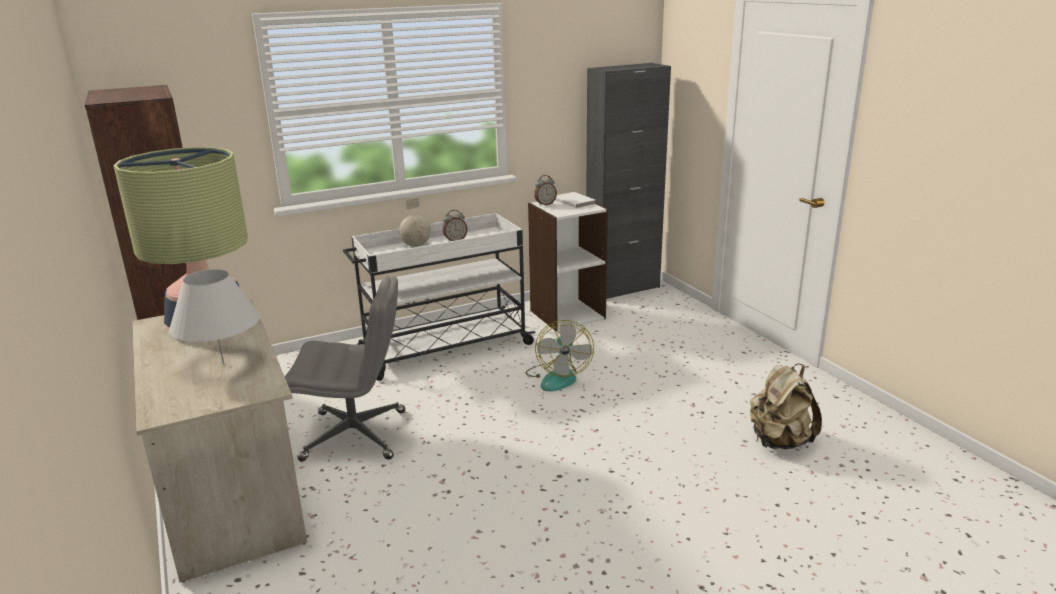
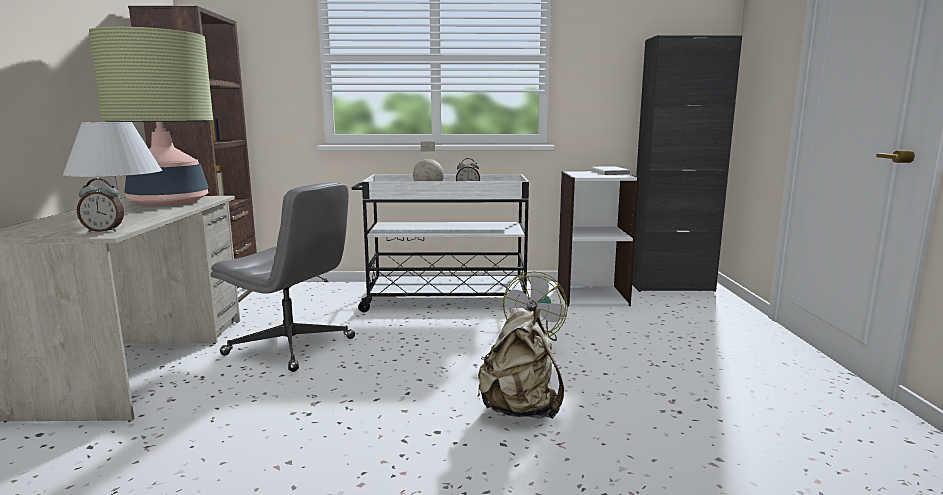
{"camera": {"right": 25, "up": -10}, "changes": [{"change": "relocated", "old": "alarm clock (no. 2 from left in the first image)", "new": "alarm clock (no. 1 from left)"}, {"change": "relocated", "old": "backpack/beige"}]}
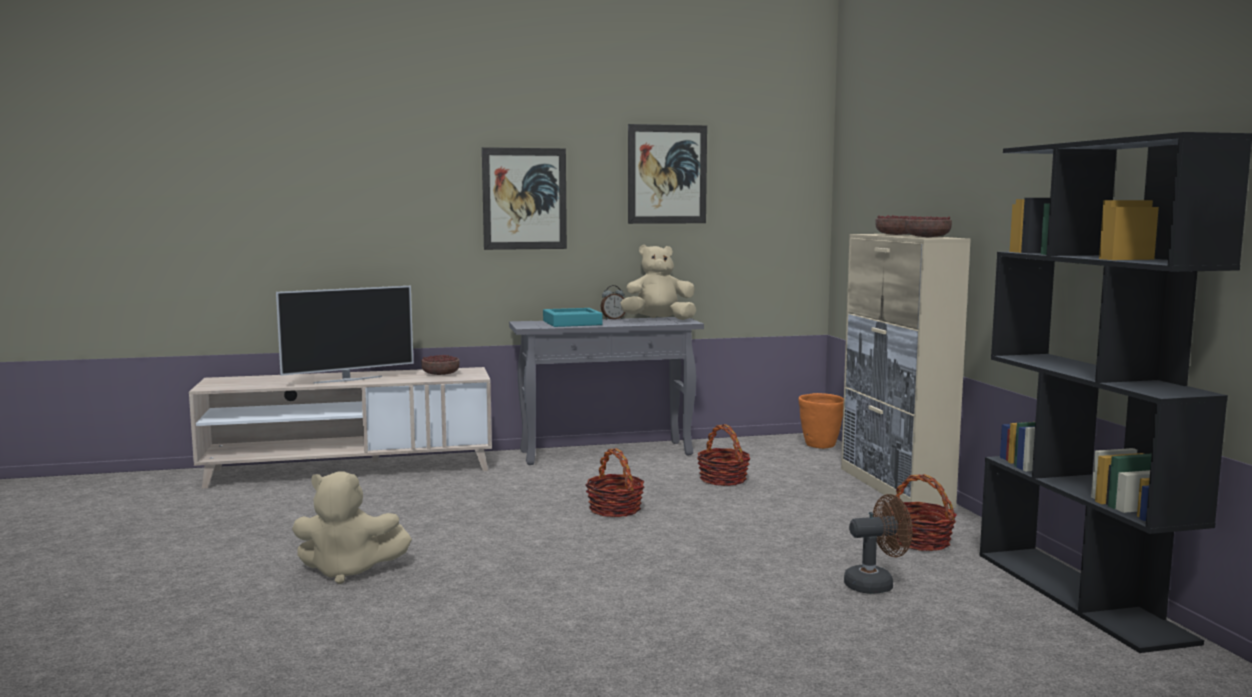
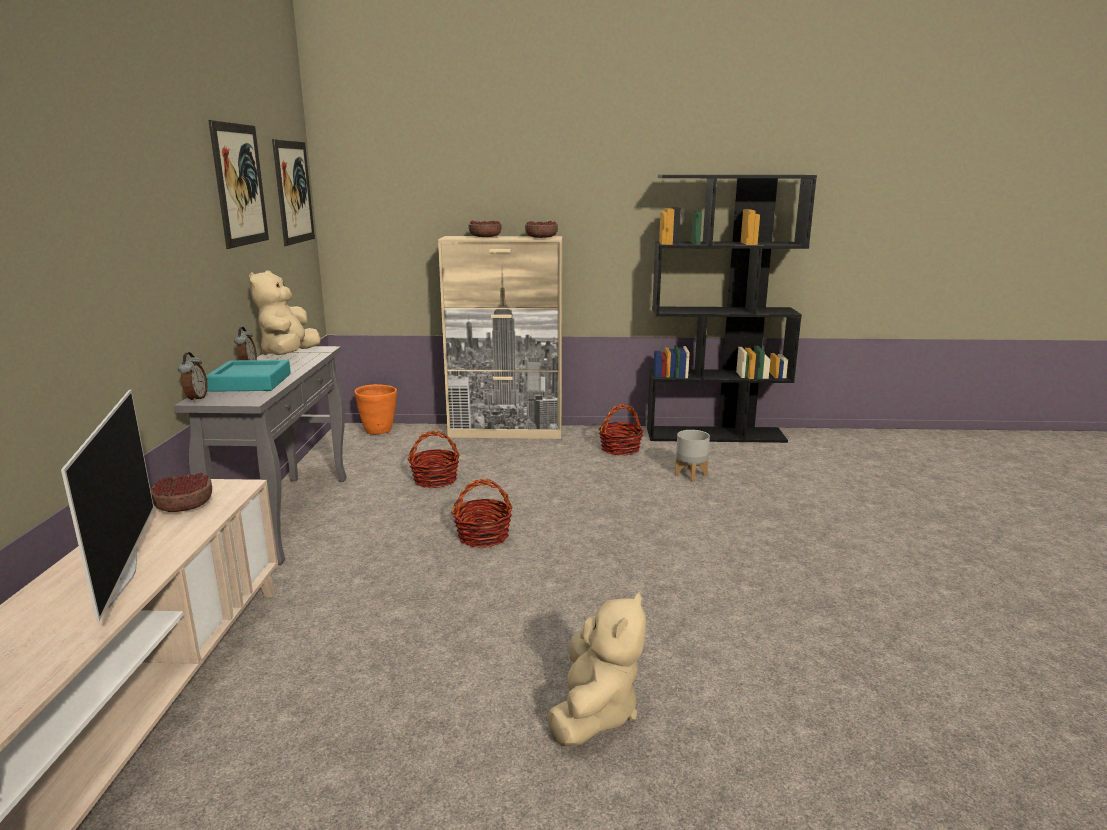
{"camera": {"right": -75, "up": 10}, "changes": [{"change": "relocated", "old": "picture (no. 1 from left in the first image)", "new": "picture (no. 2 from left)"}, {"change": "exchanged", "old": "fan/brown", "new": "planter/grey"}, {"change": "appeared", "new": "alarm clock (no. 1 from left)"}]}
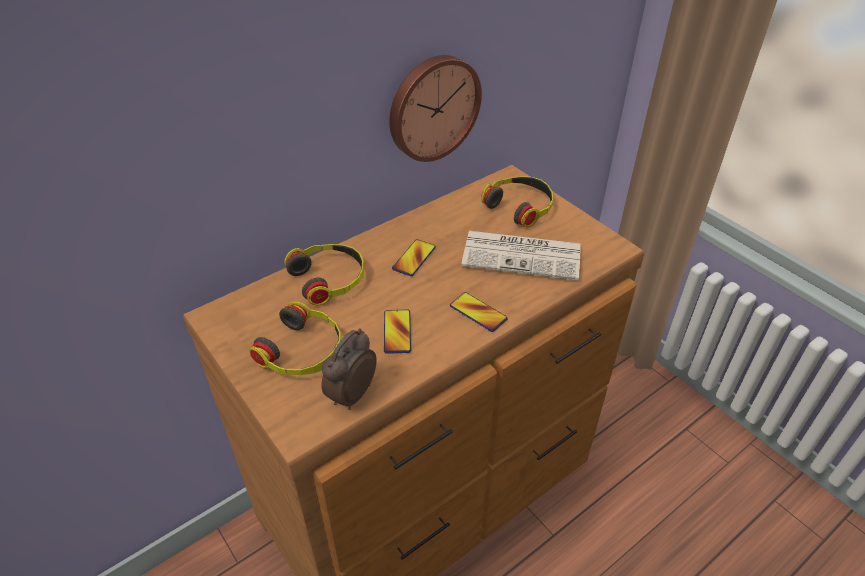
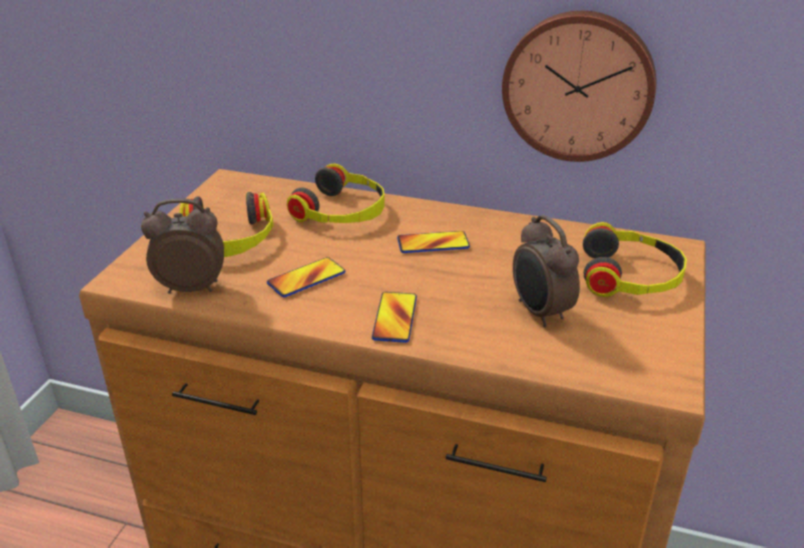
{"camera": {"right": 55, "up": -10}, "changes": [{"change": "exchanged", "old": "newspaper", "new": "alarm clock (no. 2 from left)"}]}
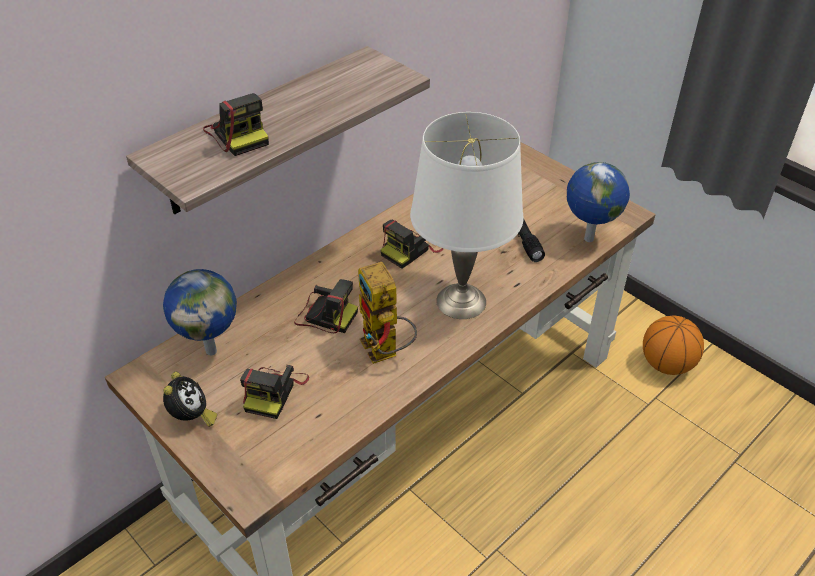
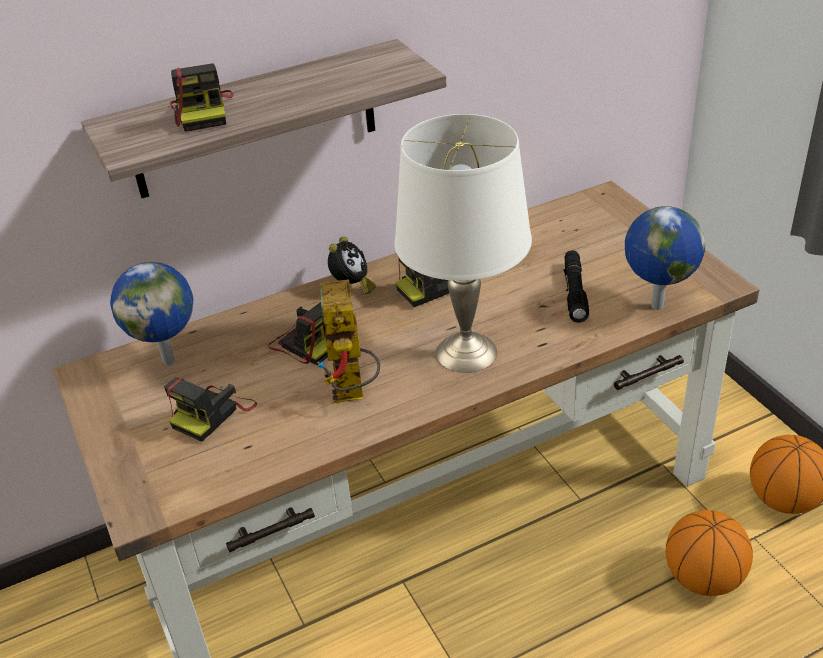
{"camera": {"right": 20, "up": -5}, "changes": [{"change": "relocated", "old": "alarm clock"}, {"change": "appeared", "new": "basketball (no. 1 from left)"}]}
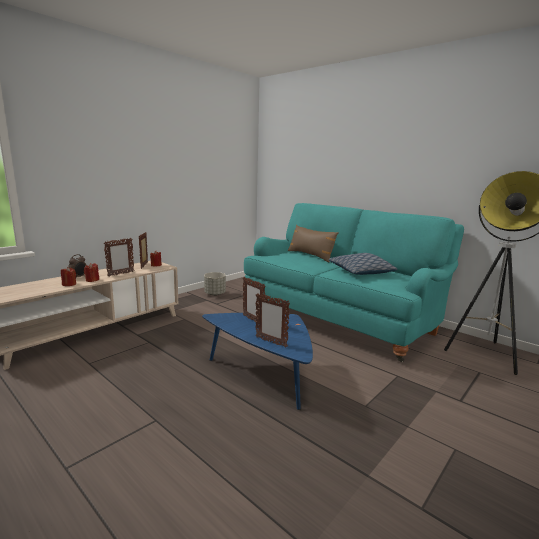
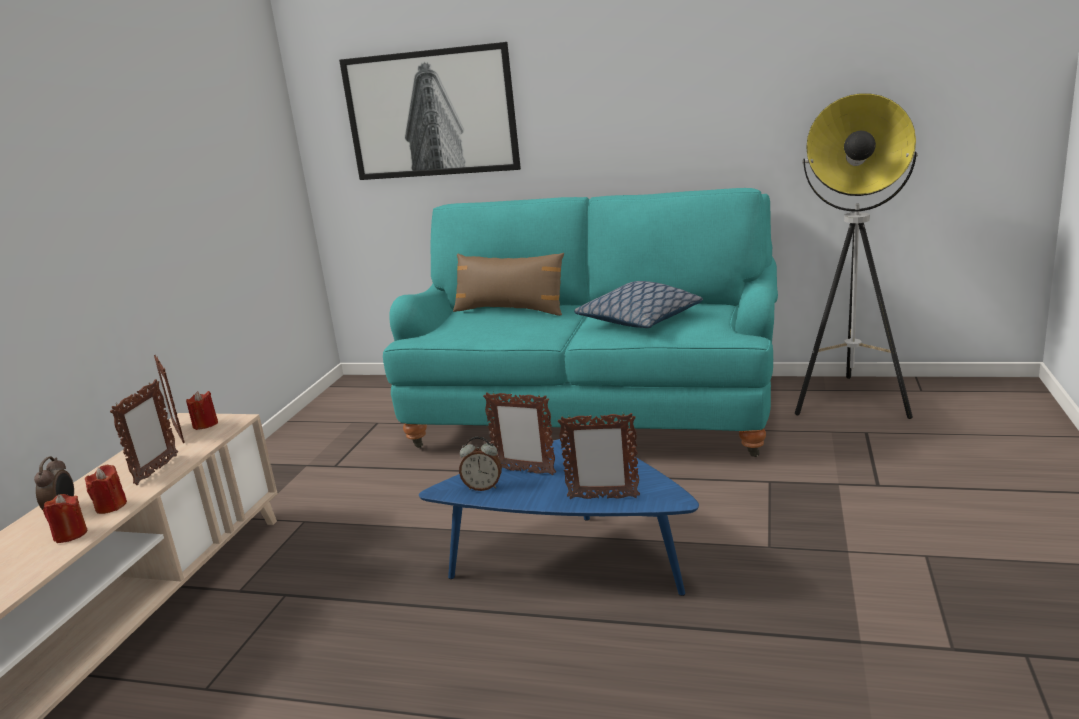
{"camera": {"right": -25, "up": 5}, "changes": [{"change": "missing", "old": "planter/grey"}, {"change": "appeared", "new": "picture"}, {"change": "appeared", "new": "alarm clock (no. 2 from left)"}]}
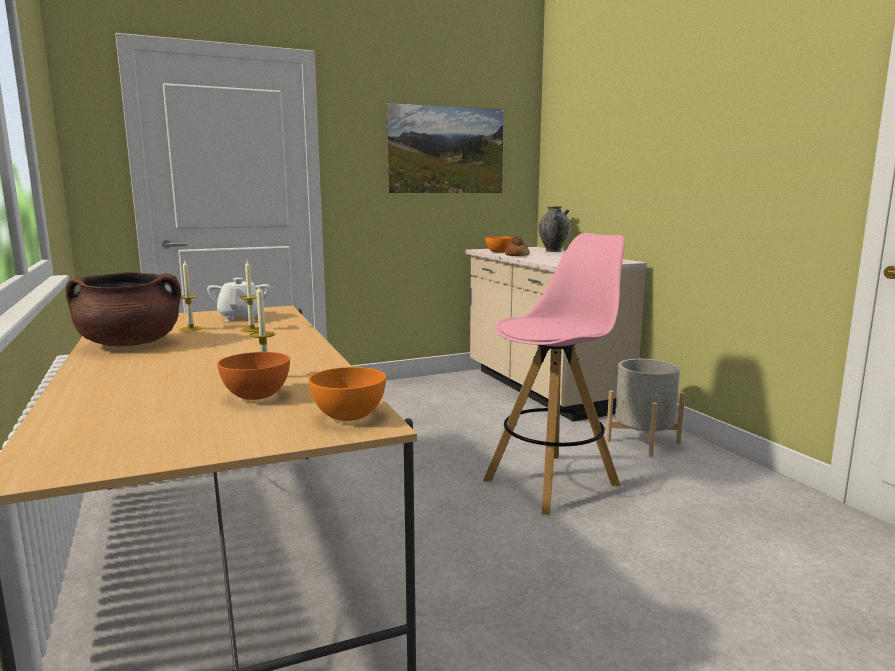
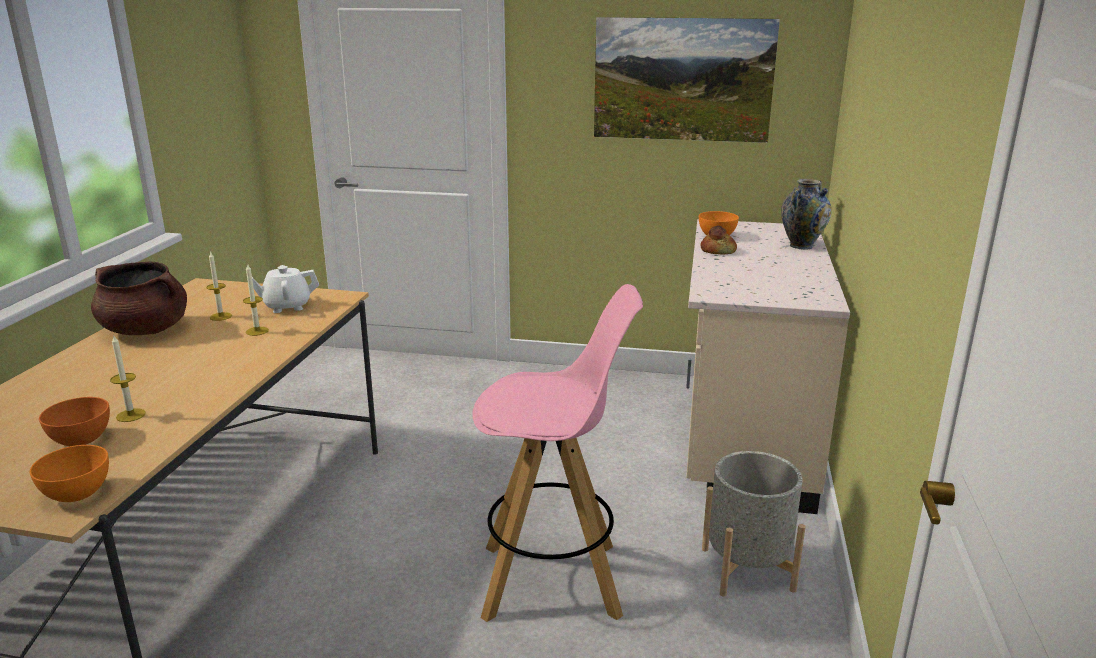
{"camera": {"right": 35, "up": 10}, "changes": [{"change": "spun", "old": "teapot/white", "degrees": -135}]}
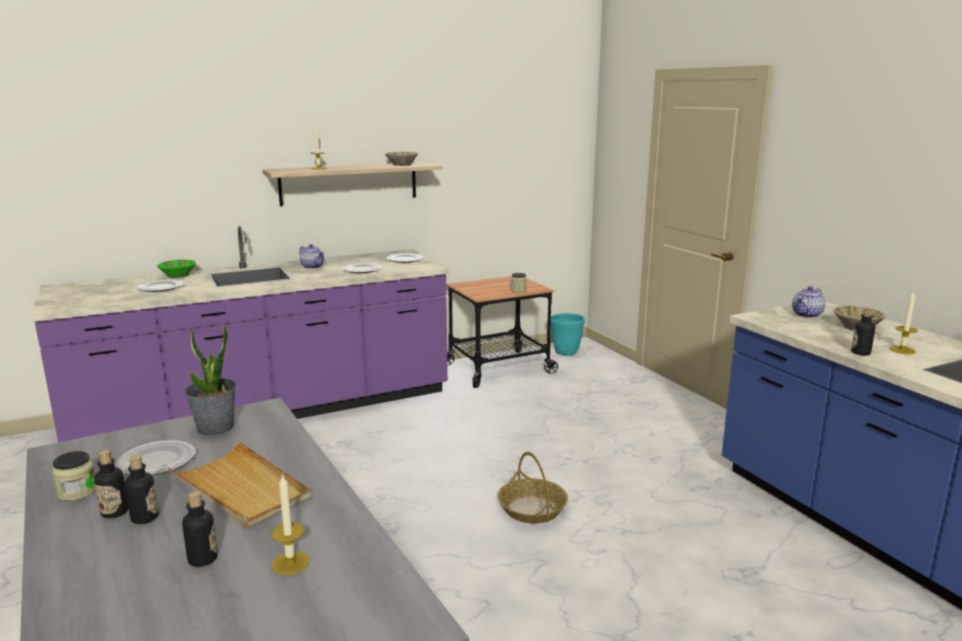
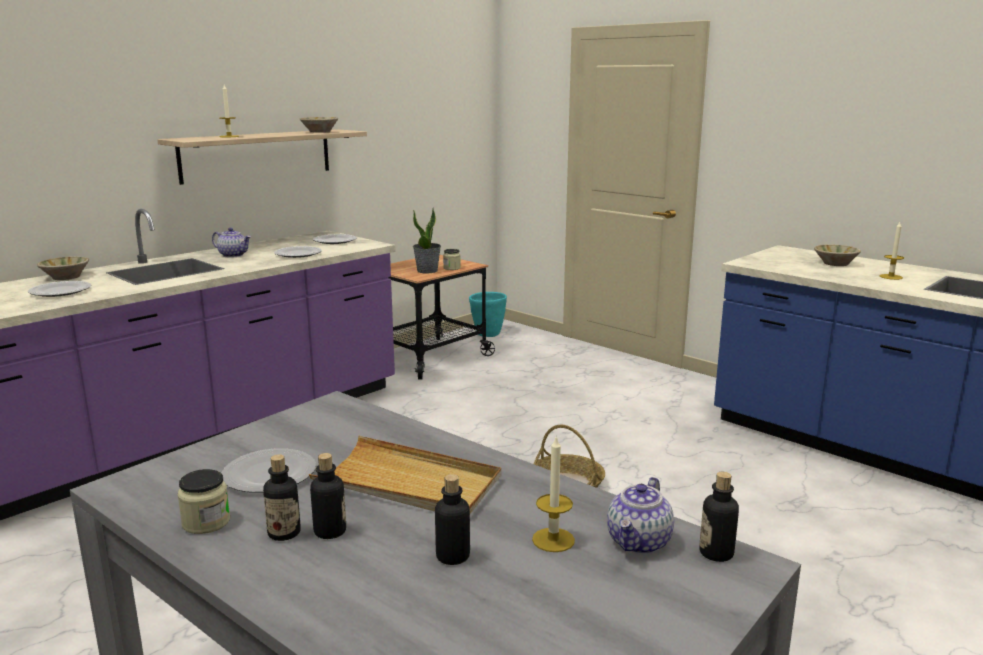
{"camera": {"right": -20, "up": 0}, "changes": [{"change": "colour", "old": "bowl/green", "new": "bowl/beige (no. 1 from left)"}, {"change": "relocated", "old": "teapot (no. 2 from left)"}, {"change": "relocated", "old": "bottle (no. 4 from left)"}, {"change": "relocated", "old": "potted plant"}]}
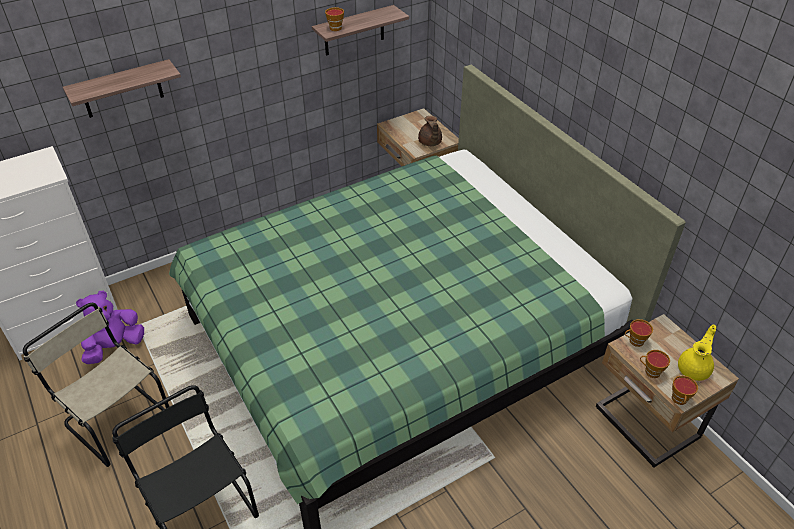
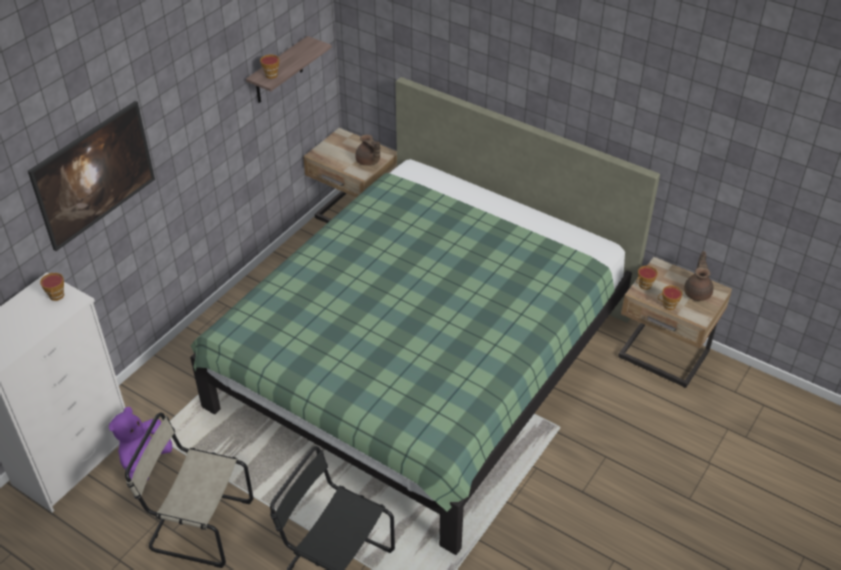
{"camera": {"right": -25, "up": 0}, "changes": [{"change": "exchanged", "old": "shelf (no. 1 from left)", "new": "picture"}, {"change": "colour", "old": "teapot/yellow", "new": "teapot/brown (no. 2 from left)"}, {"change": "relocated", "old": "cup (no. 4 from left in the first image)", "new": "cup (no. 1 from left)"}]}
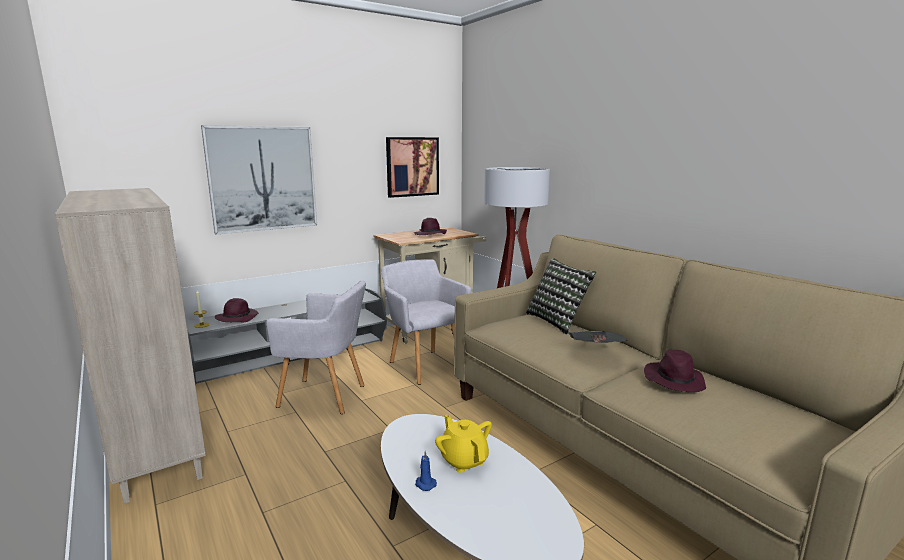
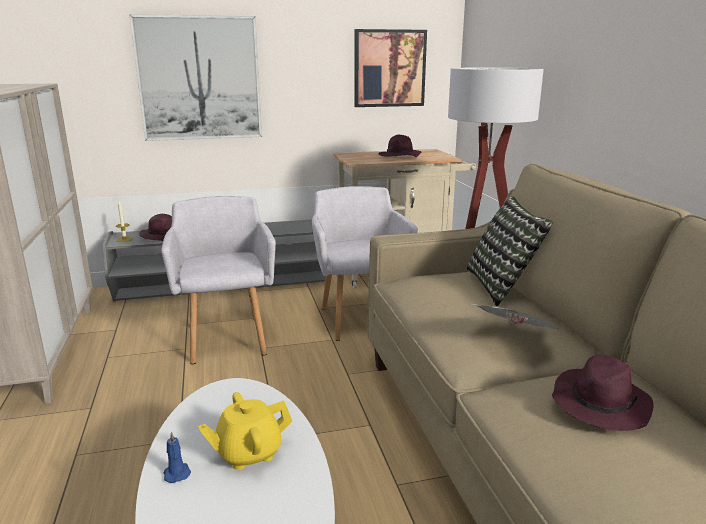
{"camera": {"right": 20, "up": 5}, "changes": [{"change": "spun", "old": "armchair/grey (no. 1 from left)", "degrees": -135}, {"change": "spun", "old": "teapot/yellow", "degrees": -105}]}
